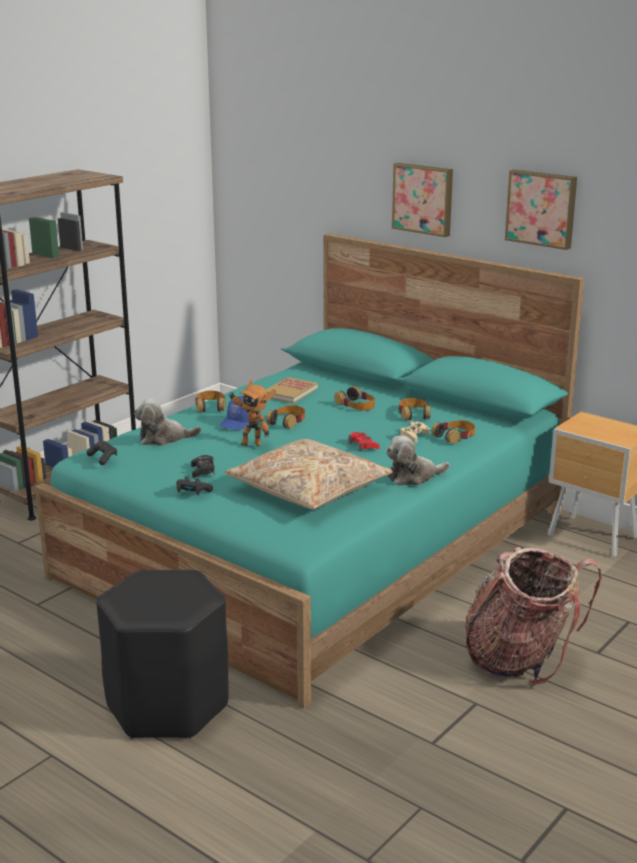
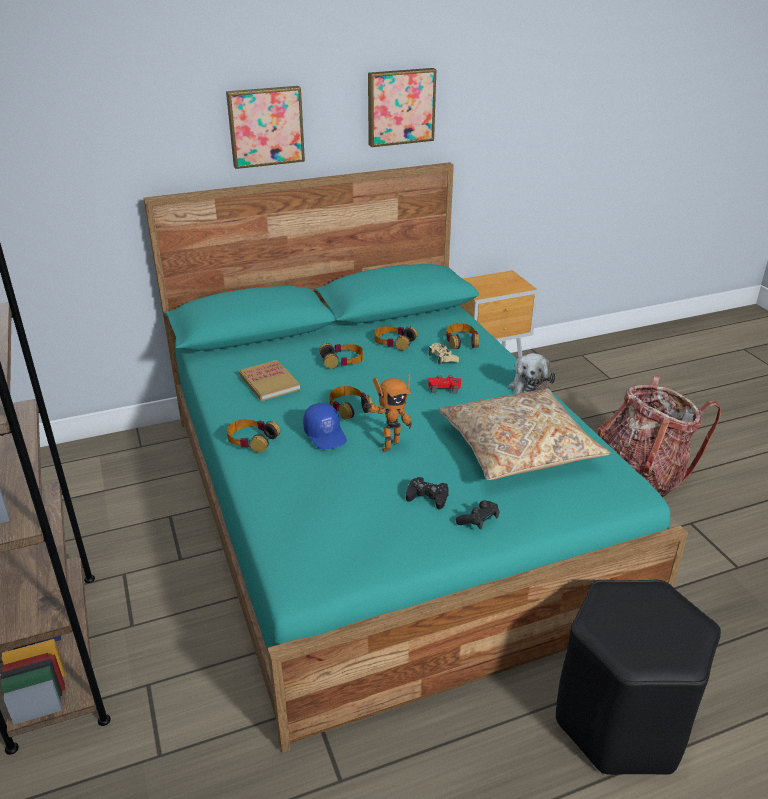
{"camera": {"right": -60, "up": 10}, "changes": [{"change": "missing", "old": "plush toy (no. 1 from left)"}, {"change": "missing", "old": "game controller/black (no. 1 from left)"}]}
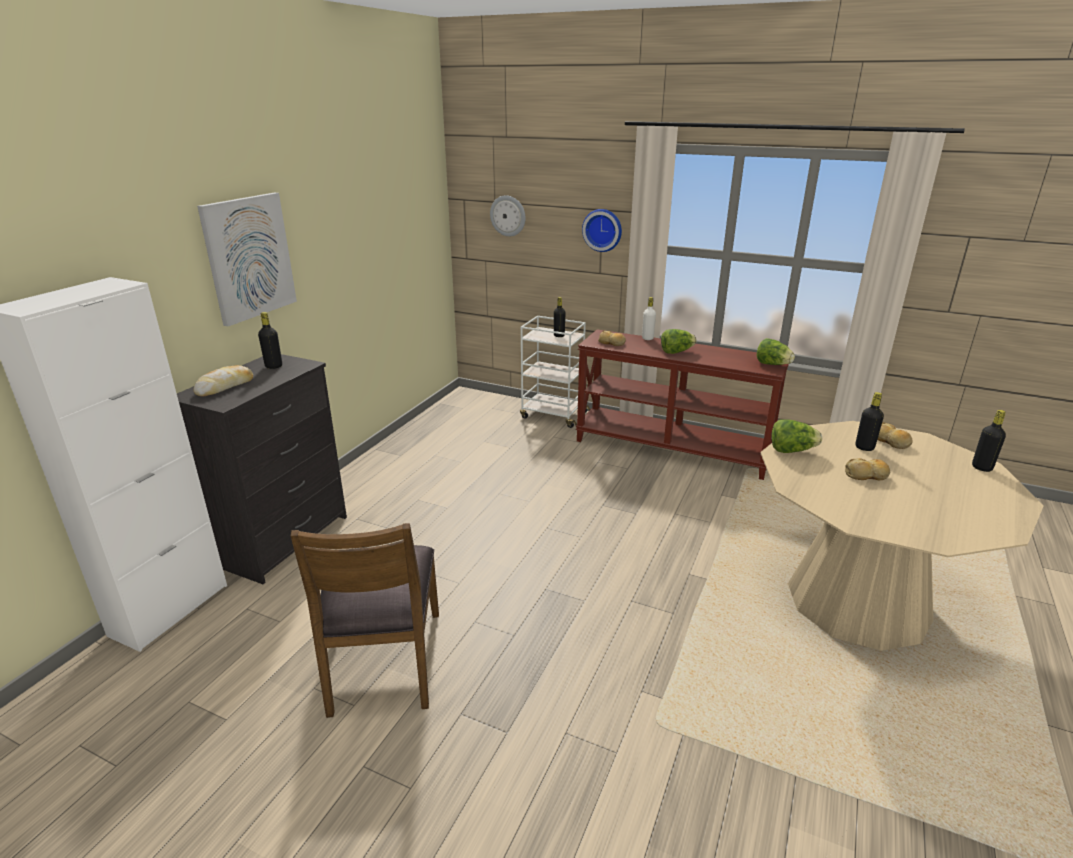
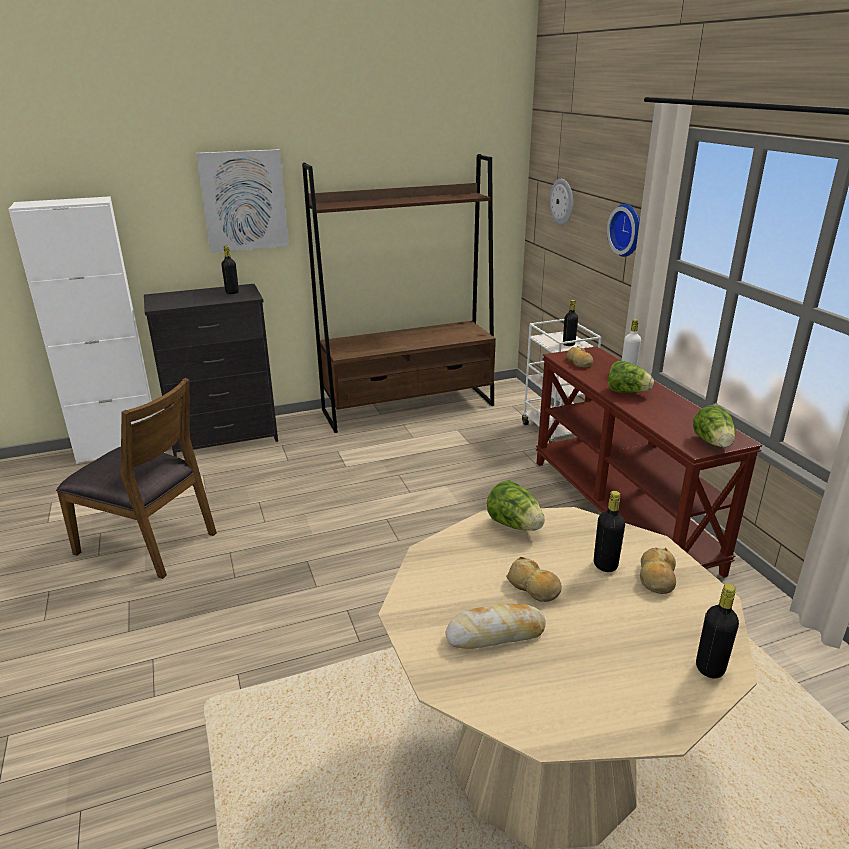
{"camera": {"right": 45, "up": 0}, "changes": [{"change": "relocated", "old": "bread (no. 1 from left)"}, {"change": "spun", "old": "chair/brown", "degrees": -105}, {"change": "appeared", "new": "bookcase/brown"}]}
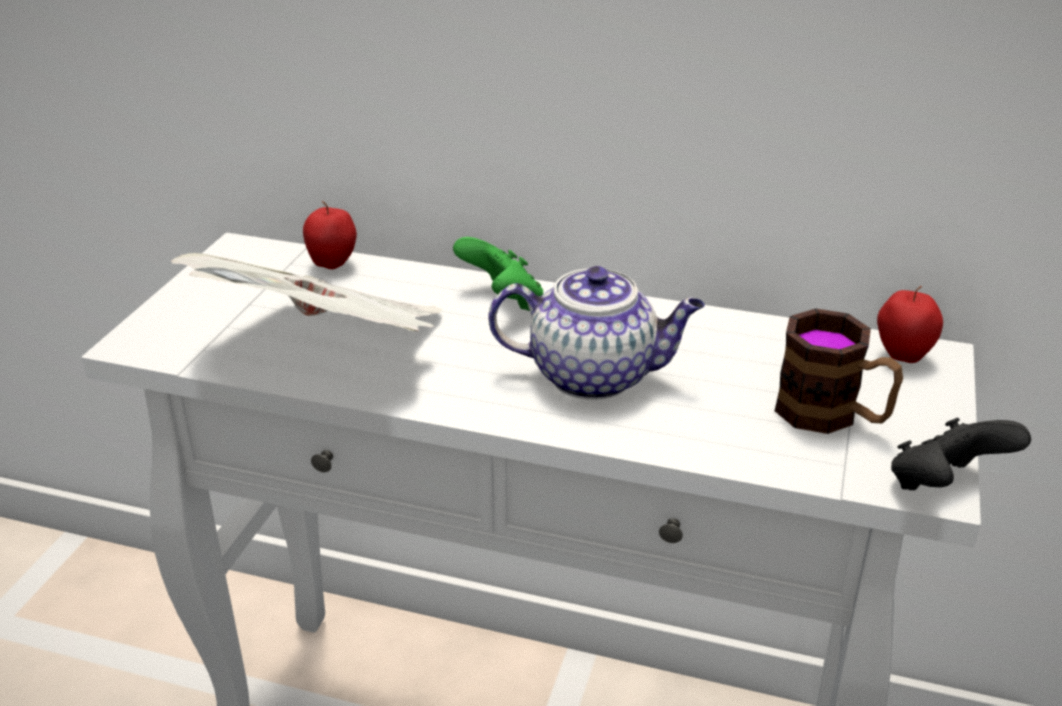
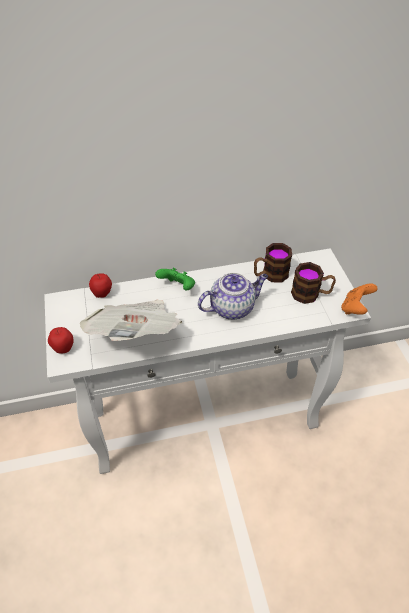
{"camera": {"right": -30, "up": 15}, "changes": [{"change": "relocated", "old": "apple (no. 2 from left in the first image)", "new": "apple (no. 1 from left)"}, {"change": "colour", "old": "game controller/black", "new": "game controller/orange"}, {"change": "appeared", "new": "mug (no. 1 from left)"}]}
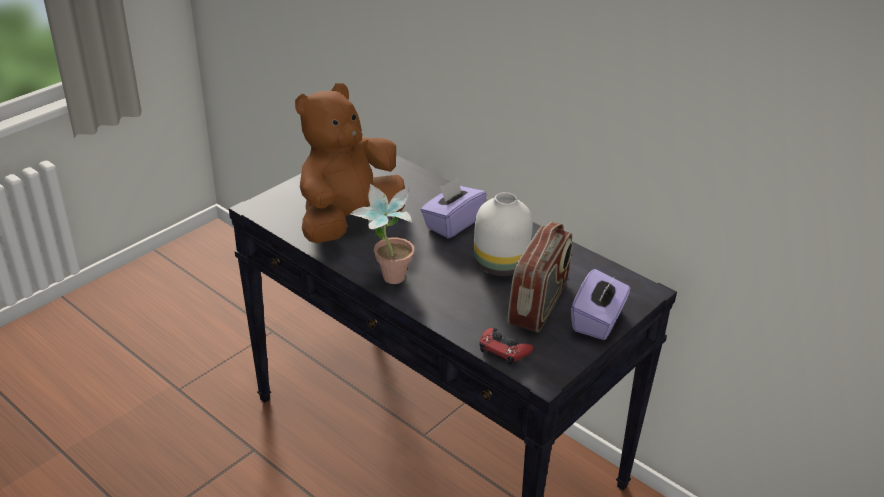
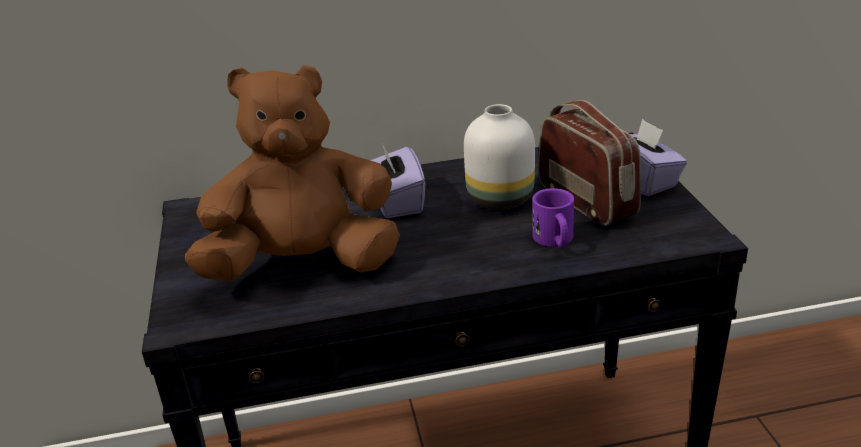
{"camera": {"right": -50, "up": -5}, "changes": [{"change": "spun", "old": "plush toy/brown", "degrees": 90}, {"change": "missing", "old": "potted plant"}, {"change": "missing", "old": "game controller/red"}, {"change": "appeared", "new": "mug/purple"}]}
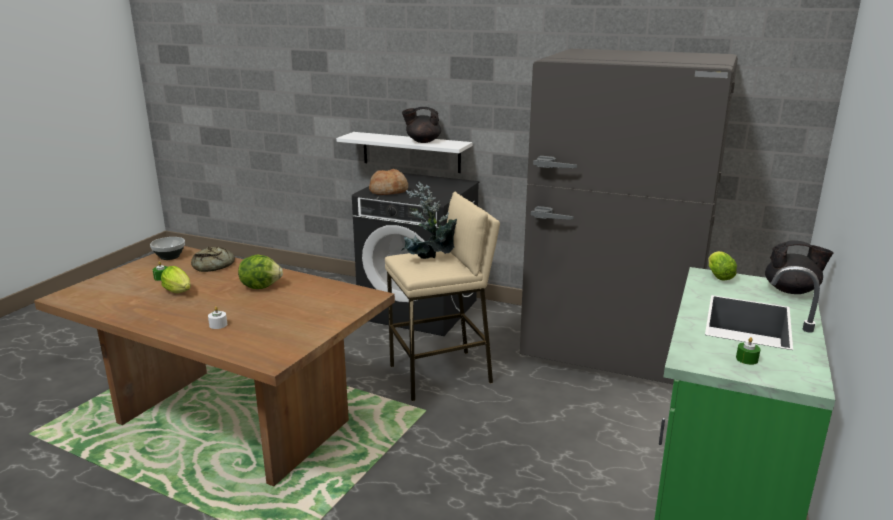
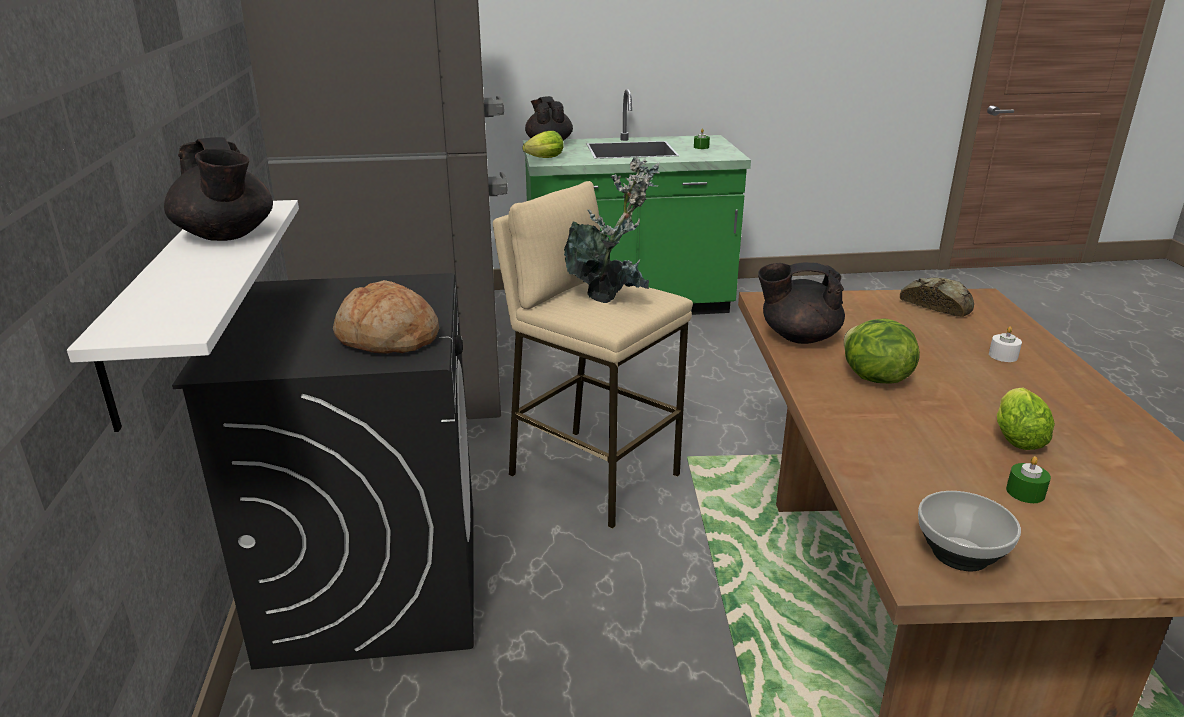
{"camera": {"right": -120, "up": 5}, "changes": [{"change": "relocated", "old": "bread (no. 1 from left in the first image)", "new": "bread (no. 2 from left)"}, {"change": "appeared", "new": "teapot/black (no. 3 from left)"}]}
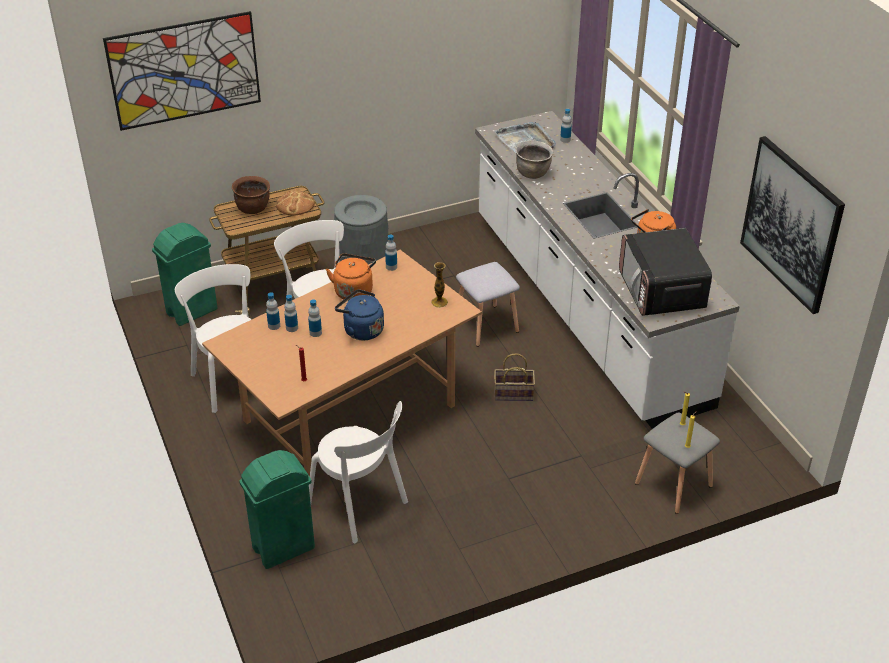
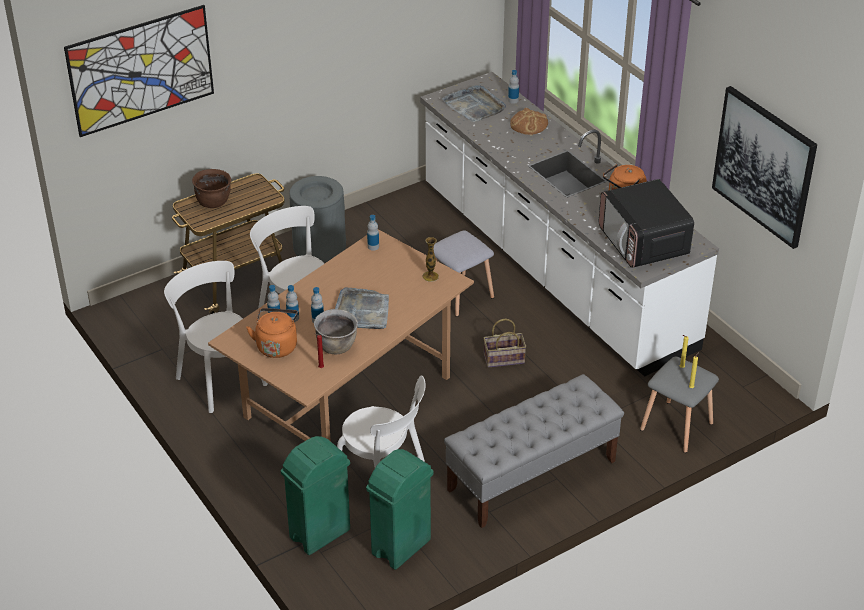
{"camera": {"right": -10, "up": 0}, "changes": [{"change": "relocated", "old": "cooking pot/brown (no. 2 from left)"}, {"change": "relocated", "old": "bread"}, {"change": "relocated", "old": "trash can/green (no. 1 from left in the first image)", "new": "trash can/green (no. 2 from left)"}, {"change": "relocated", "old": "kettle/orange (no. 1 from left)"}, {"change": "exchanged", "old": "kettle/blue", "new": "tray/grey (no. 1 from left)"}, {"change": "appeared", "new": "bench/grey"}]}
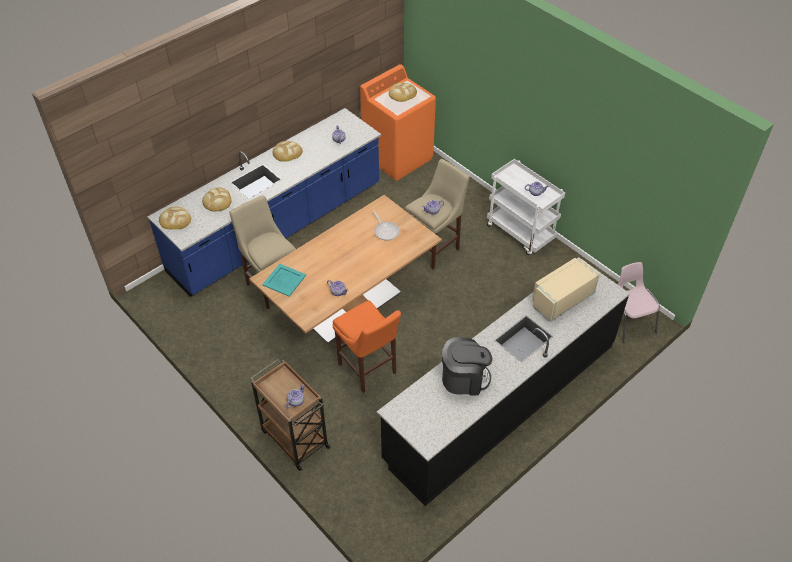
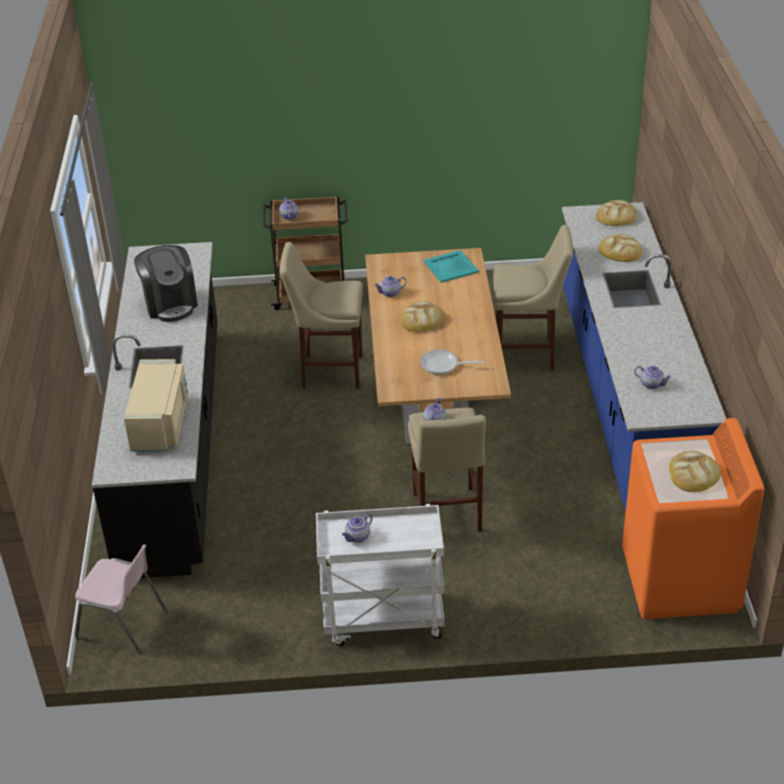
{"camera": {"right": 130, "up": -10}, "changes": [{"change": "relocated", "old": "bread (no. 3 from left in the first image)", "new": "bread (no. 1 from left)"}, {"change": "colour", "old": "stool/orange", "new": "stool/beige (no. 1 from left)"}, {"change": "spun", "old": "coffee machine", "degrees": -60}]}
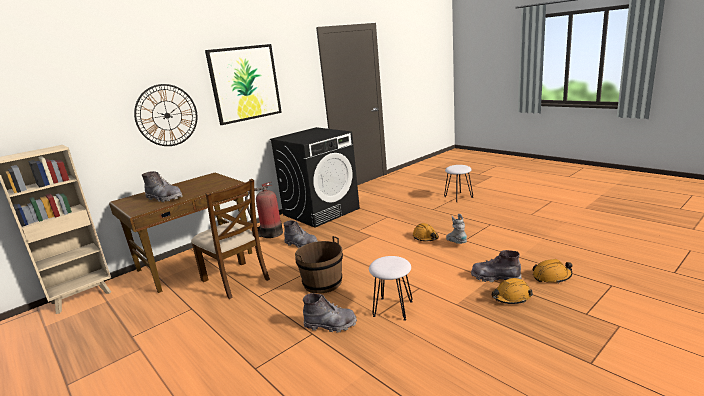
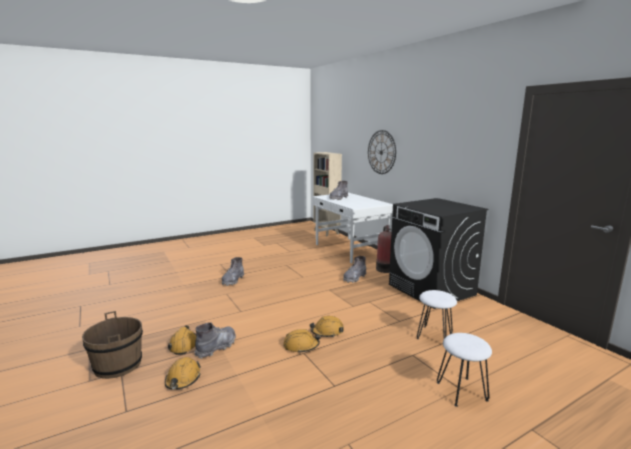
{"camera": {"right": 100, "up": -5}, "changes": [{"change": "missing", "old": "picture"}, {"change": "colour", "old": "desk/brown", "new": "desk/white"}, {"change": "missing", "old": "chair/brown"}, {"change": "exchanged", "old": "boot/grey (no. 4 from left)", "new": "hard hat/orange (no. 3 from left)"}, {"change": "relocated", "old": "bucket/brown"}, {"change": "relocated", "old": "stool/white (no. 1 from left)"}]}
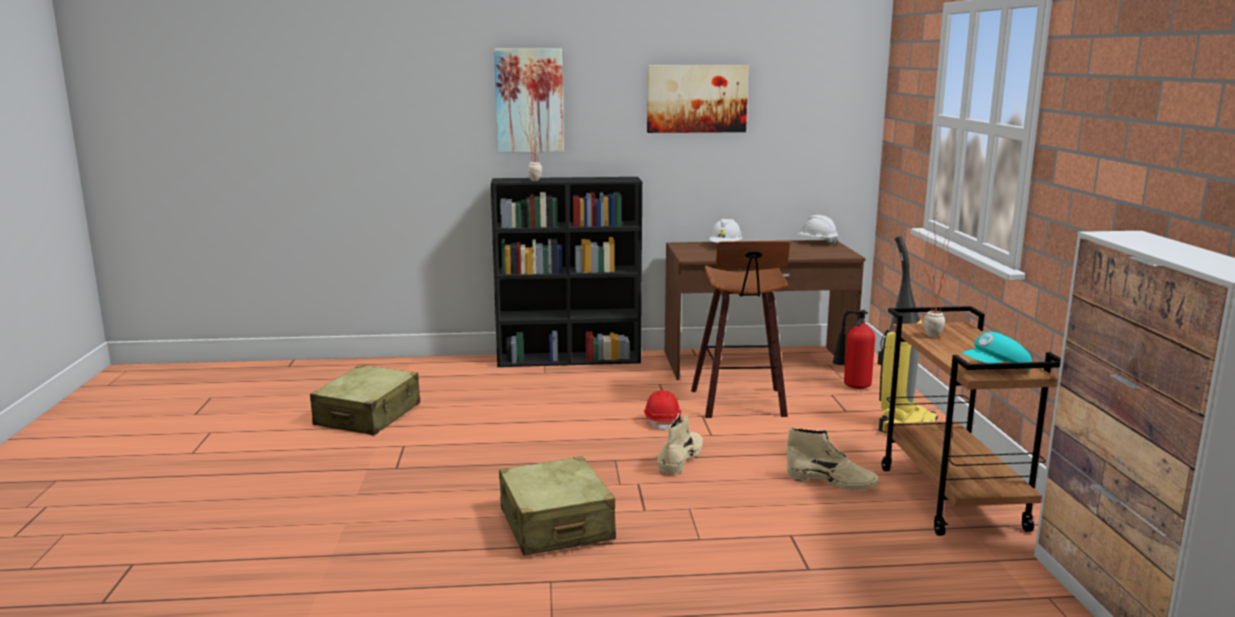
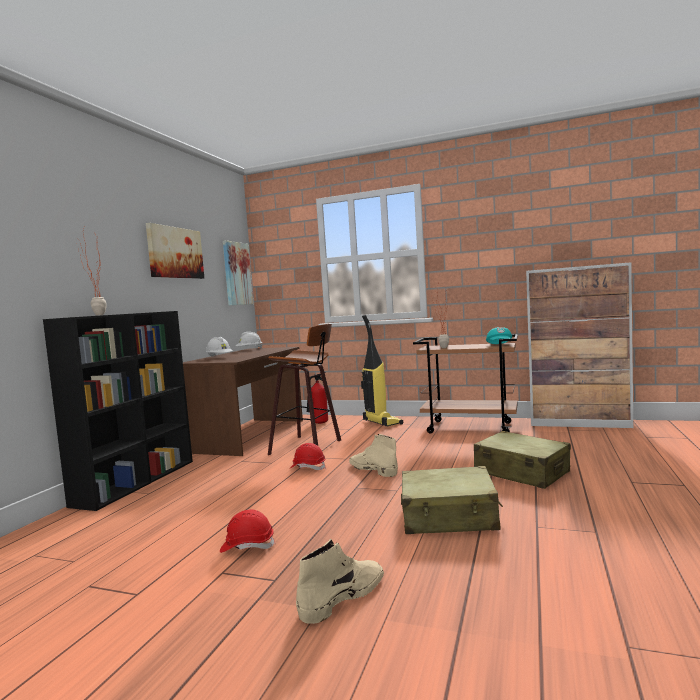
{"camera": {"right": -65, "up": -10}, "changes": [{"change": "relocated", "old": "picture (no. 1 from left in the first image)", "new": "picture (no. 2 from left)"}, {"change": "relocated", "old": "suitcase/beige (no. 1 from left in the first image)", "new": "suitcase/beige (no. 2 from left)"}, {"change": "relocated", "old": "boot/beige (no. 2 from left in the first image)", "new": "boot/beige (no. 1 from left)"}, {"change": "appeared", "new": "hard hat/red (no. 1 from left)"}]}
